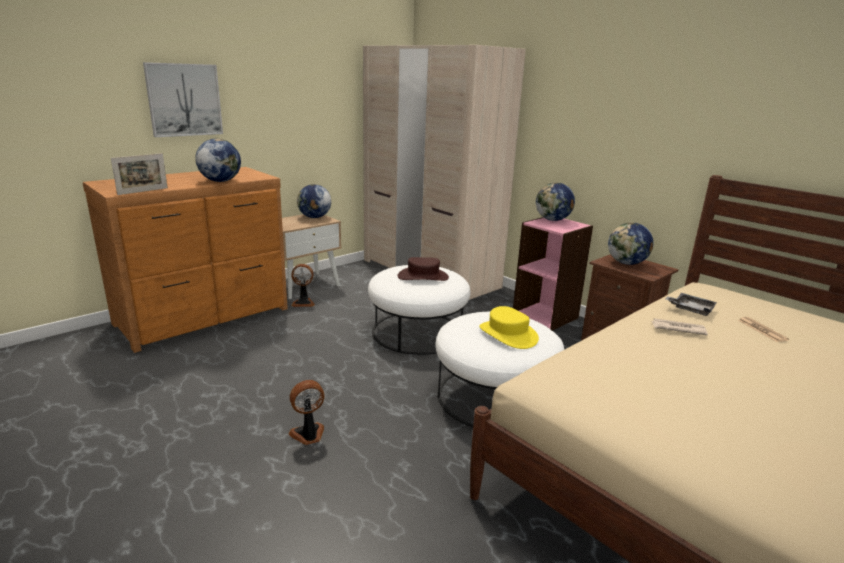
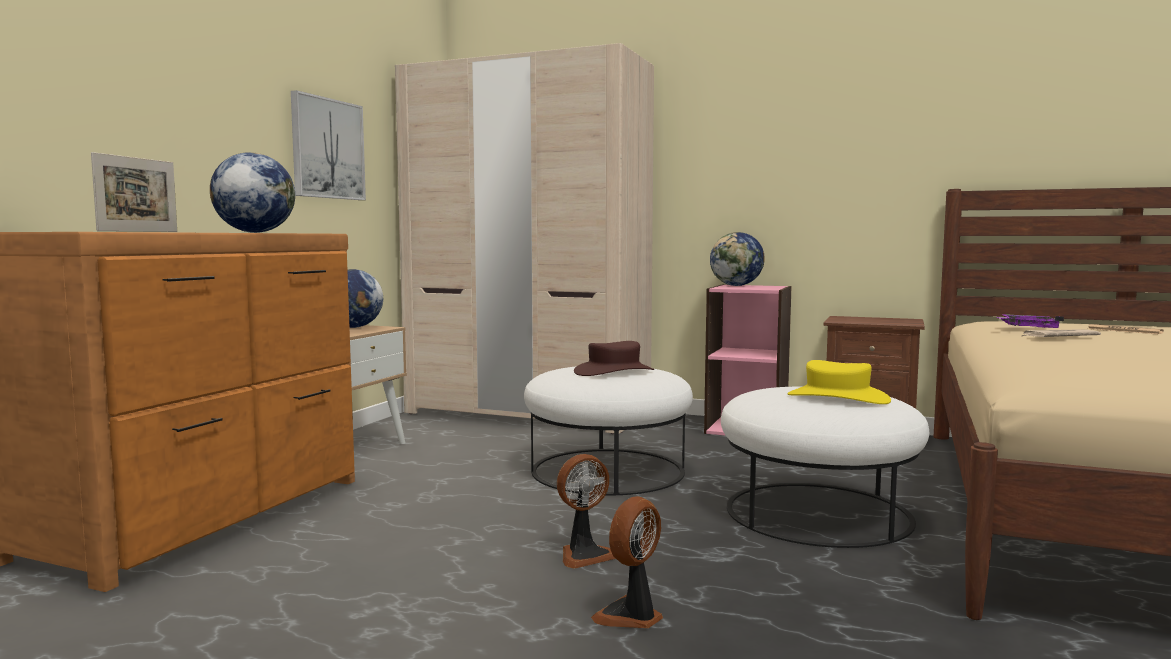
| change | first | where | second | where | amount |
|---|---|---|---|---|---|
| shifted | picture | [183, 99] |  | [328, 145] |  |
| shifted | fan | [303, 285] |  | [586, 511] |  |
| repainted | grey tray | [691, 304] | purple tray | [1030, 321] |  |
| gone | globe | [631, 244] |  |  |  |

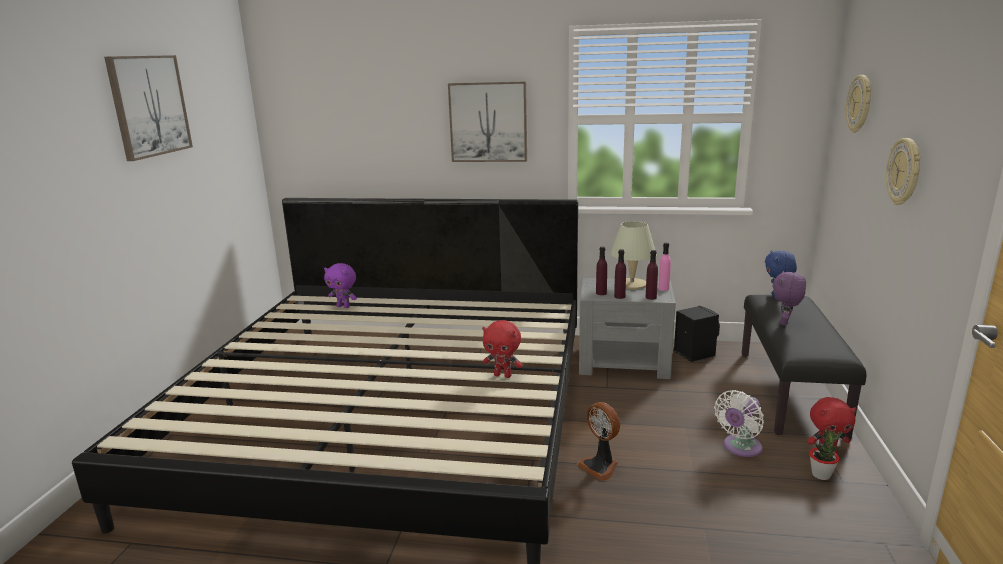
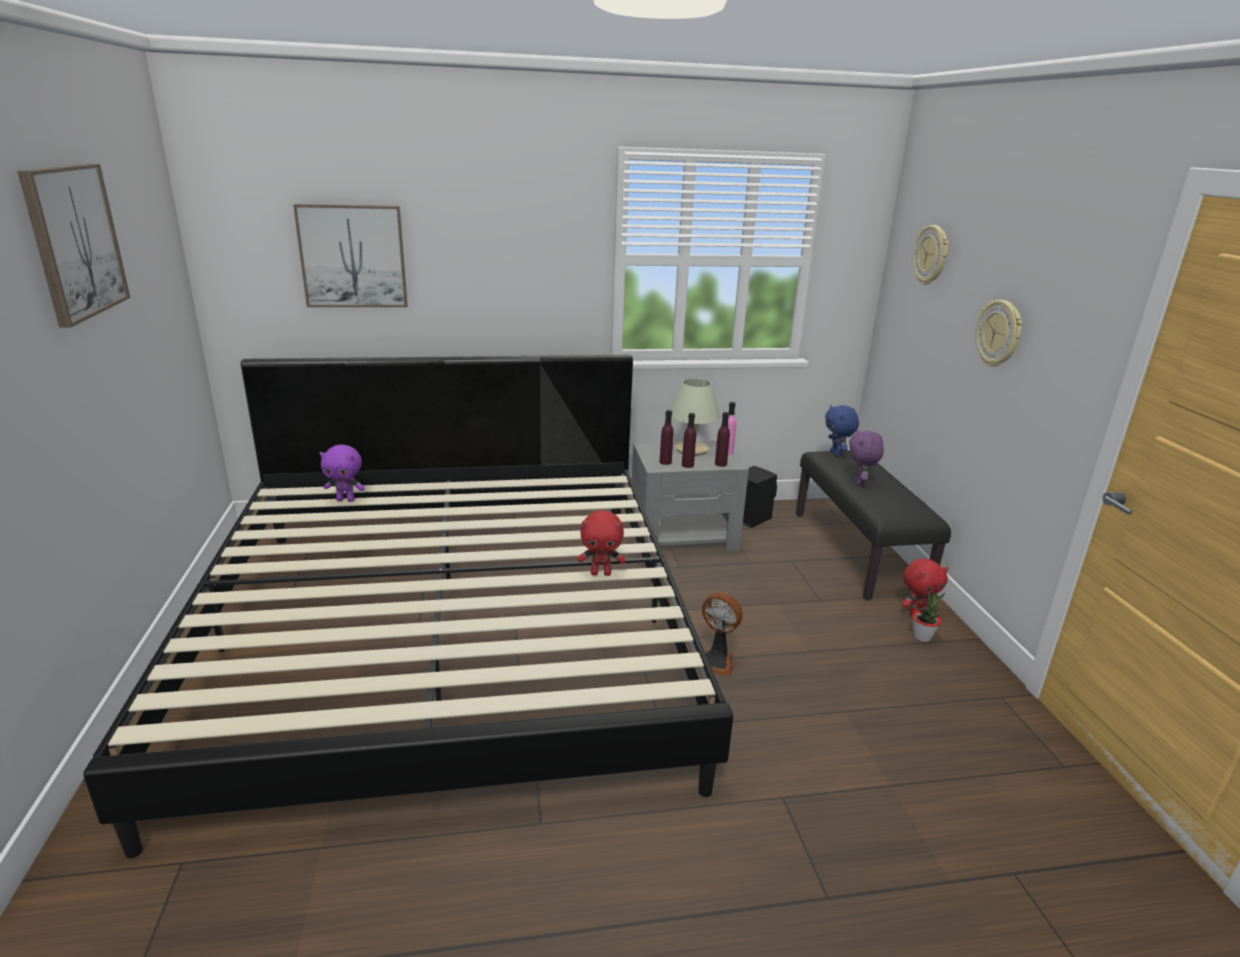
| change | first | where | second | where | amount |
|---|---|---|---|---|---|
| shifted | picture | [487, 121] |  | [350, 255] |  |
| gone | white fan | [739, 423] |  |  |  |

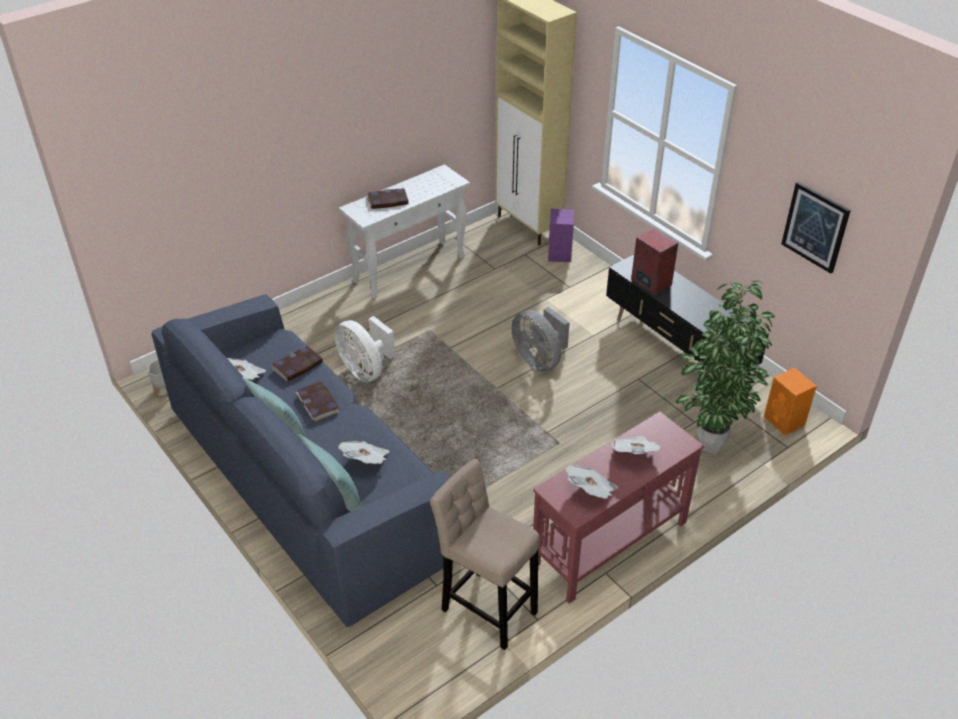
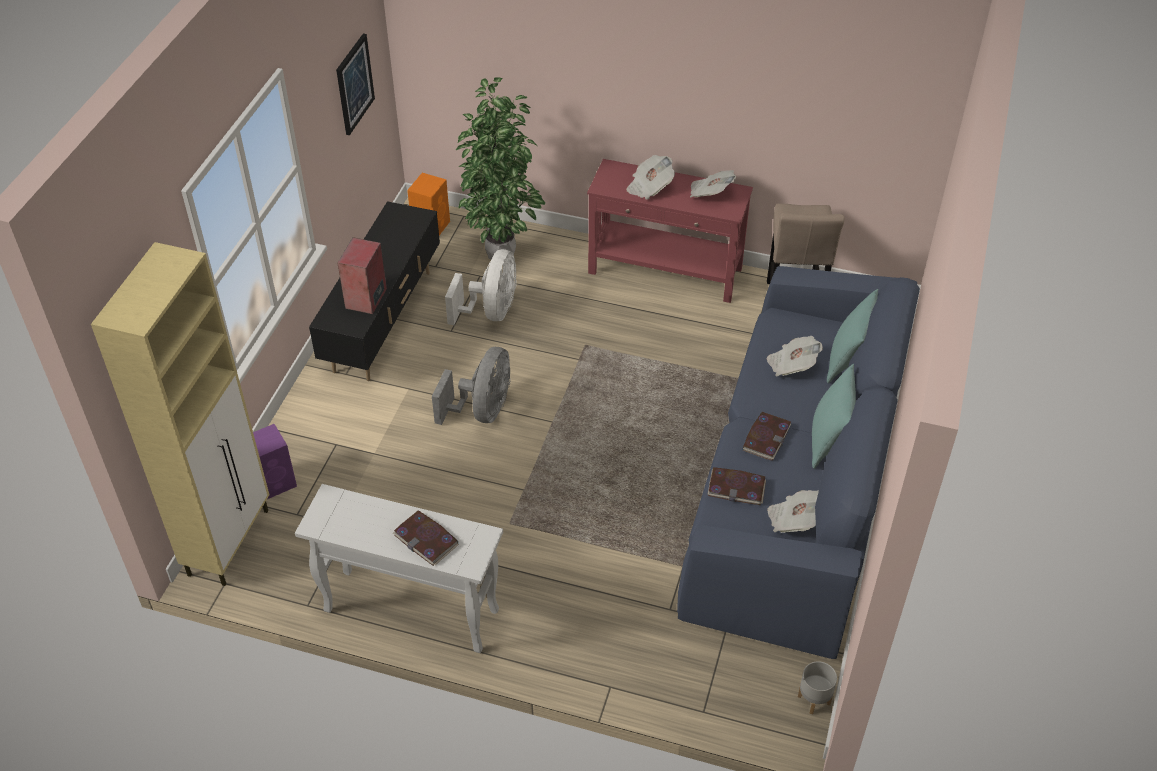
| change | first | where | second | where | amount |
|---|---|---|---|---|---|
| shifted | white fan | [364, 349] |  | [481, 287] |  |

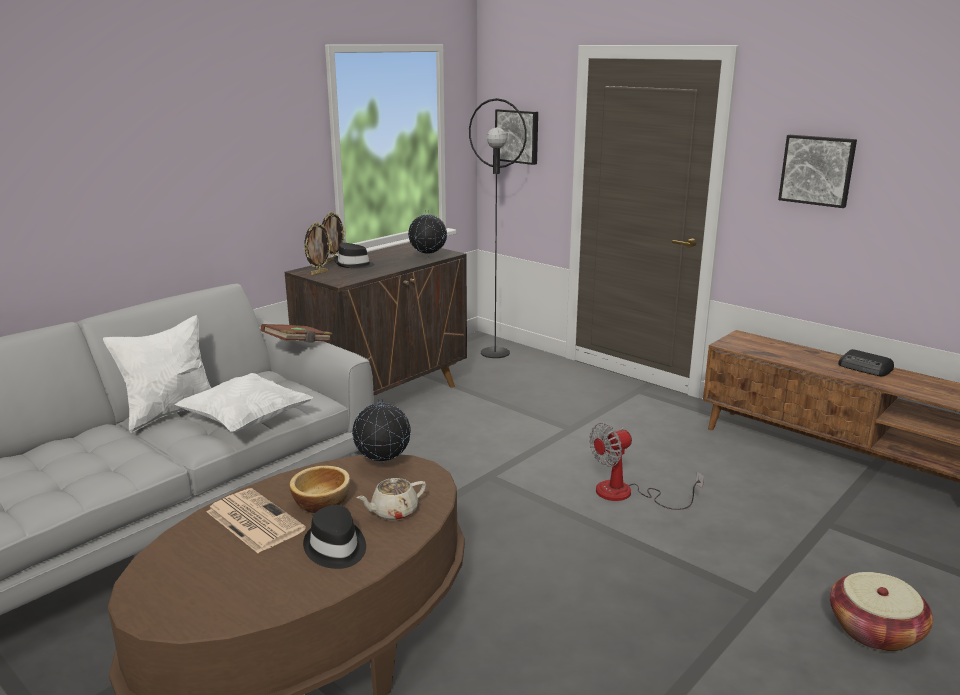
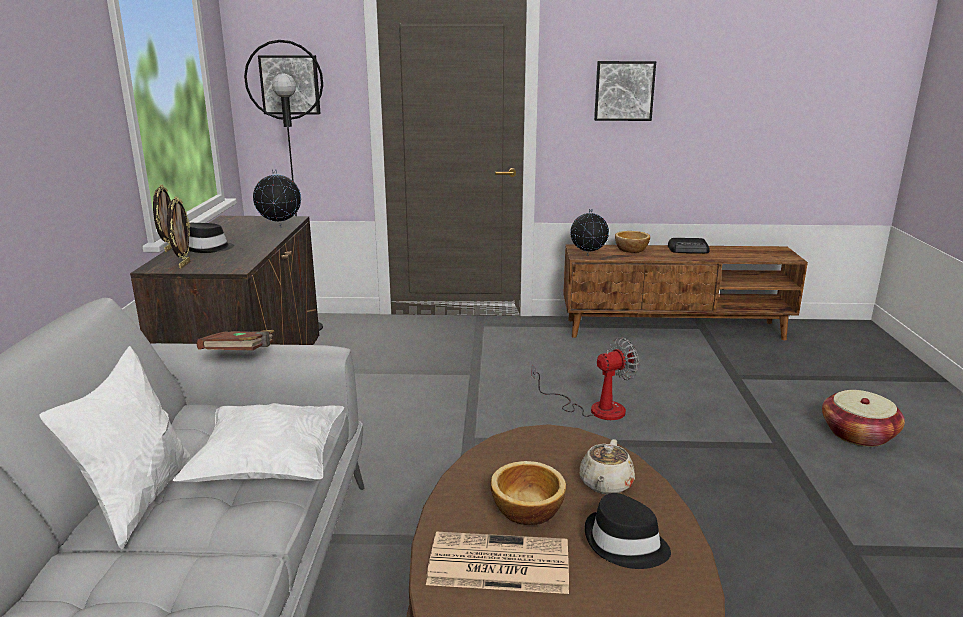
| change | first | where | second | where | amount |
|---|---|---|---|---|---|
| rotated | fan | [646, 466] |  | [585, 378] | 135 degrees counterclockwise |
| shifted | globe | [381, 432] |  | [589, 232] |  |
| new |  |  | bowl | [632, 242] |  |

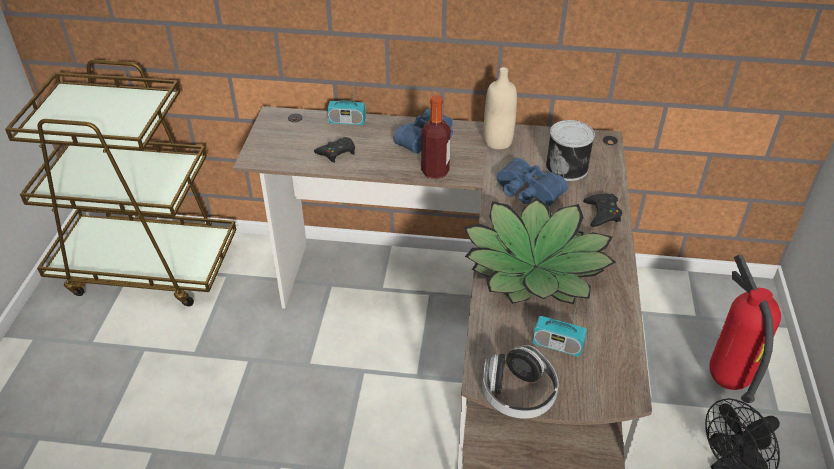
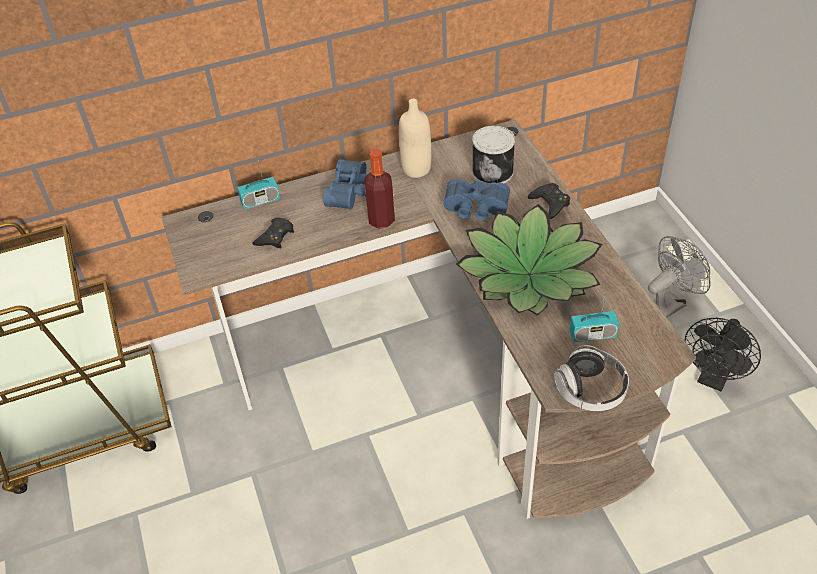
| change | first | where | second | where | amount |
|---|---|---|---|---|---|
| swapped | fire extinguisher | [745, 328] | grey fan | [679, 277] |  |

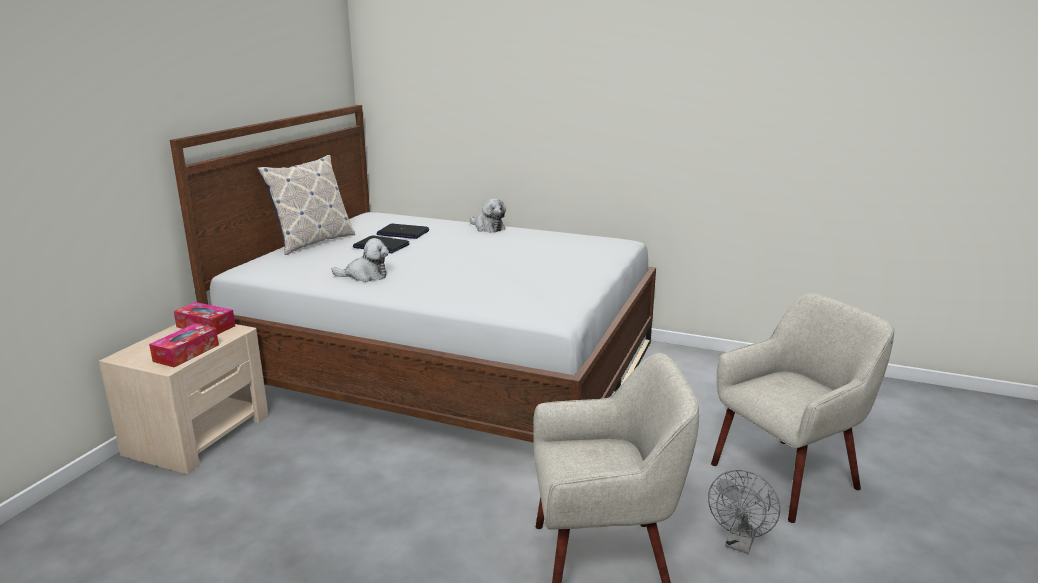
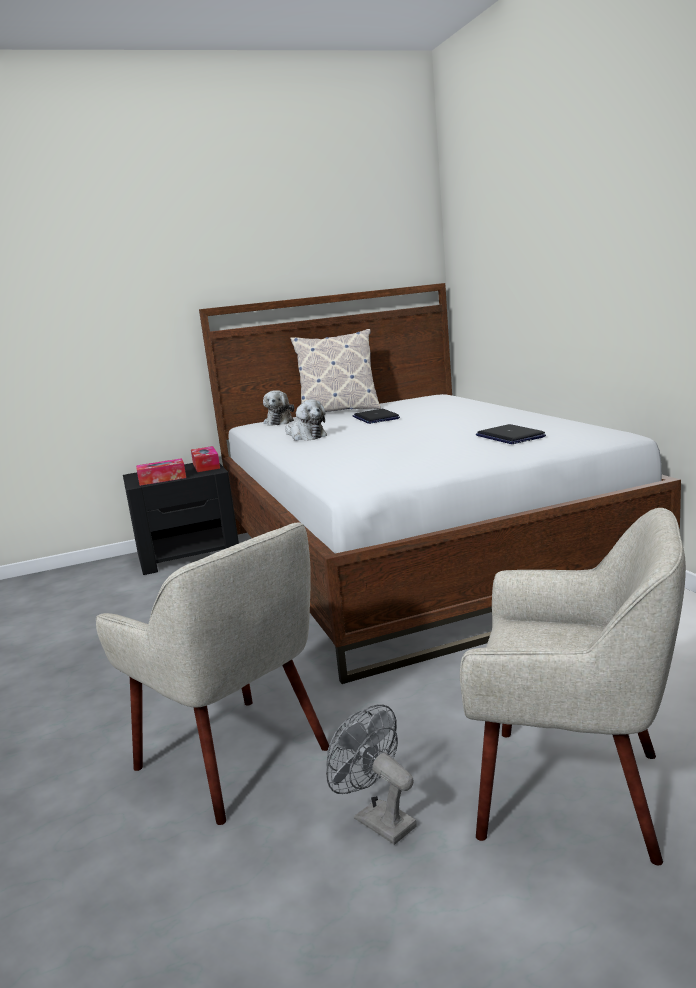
| change | first | where | second | where | amount |
|---|---|---|---|---|---|
| repainted | beige nightstand | [184, 399] | black nightstand | [181, 519] |  |
| shifted | plush toy | [487, 216] |  | [278, 408] |  |
| rotated | grey fan | [744, 512] |  | [371, 774] | 60 degrees clockwise |
| shifted | laptop | [403, 231] |  | [511, 434] |  |

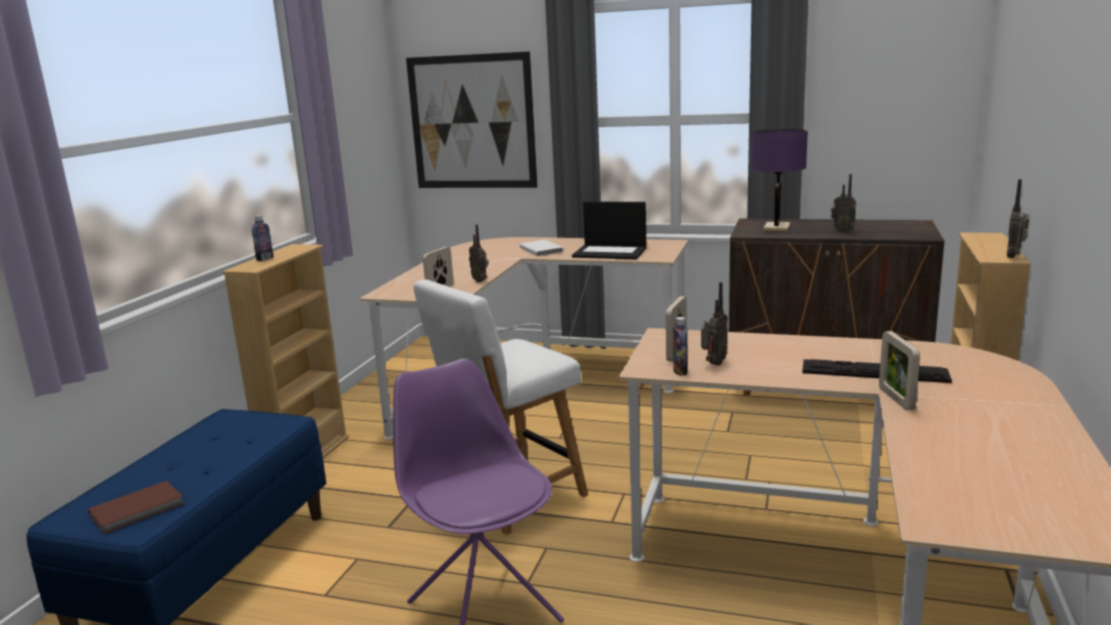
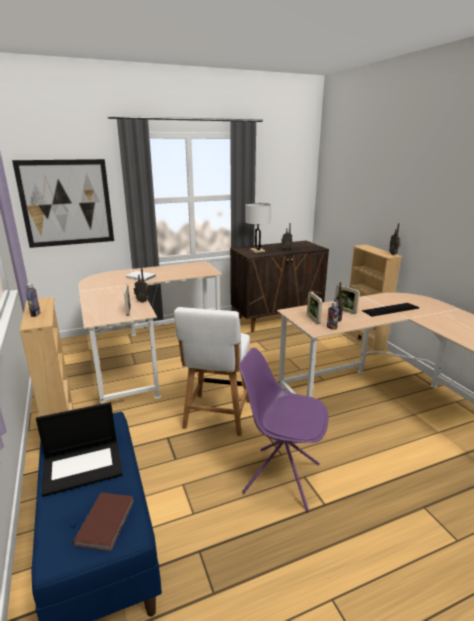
| change | first | where | second | where | amount |
|---|---|---|---|---|---|
| shifted | laptop | [609, 230] |  | [79, 449] |  |
| repainted | purple table lamp | [780, 180] | white table lamp | [258, 228] |  |
| shifted | picture frame | [899, 371] |  | [347, 299] |  |

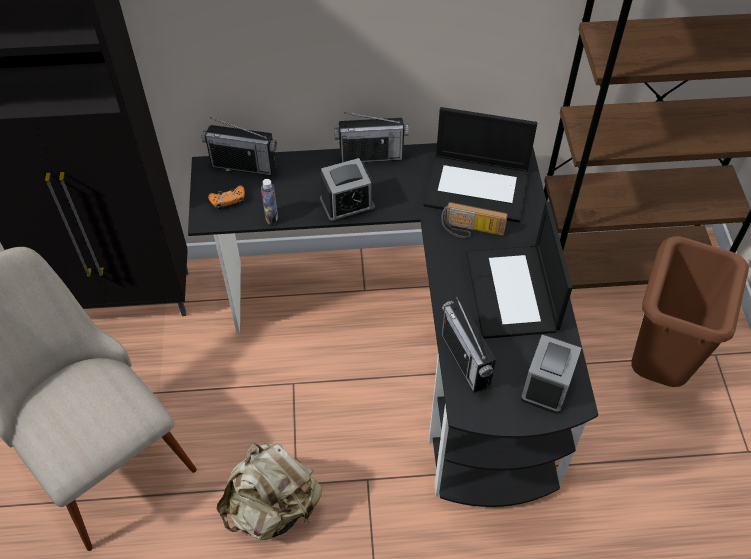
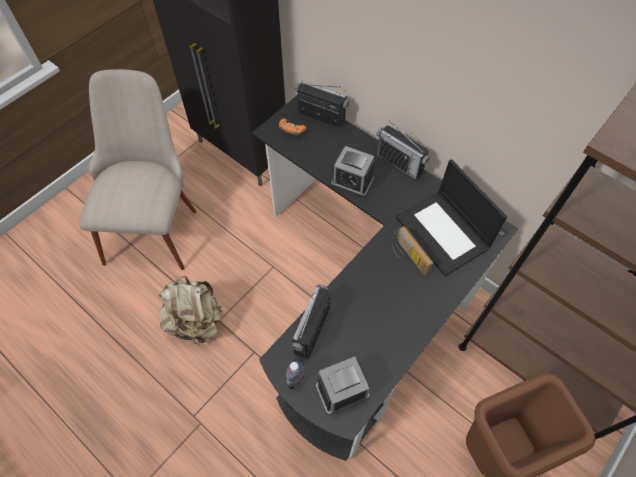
| change | first | where | second | where | amount |
|---|---|---|---|---|---|
| shifted | bottle | [269, 202] |  | [295, 375] |  |
| rotated | radio | [239, 146] |  | [322, 104] | 150 degrees clockwise |
| gone | laptop | [519, 270] |  |  |  |

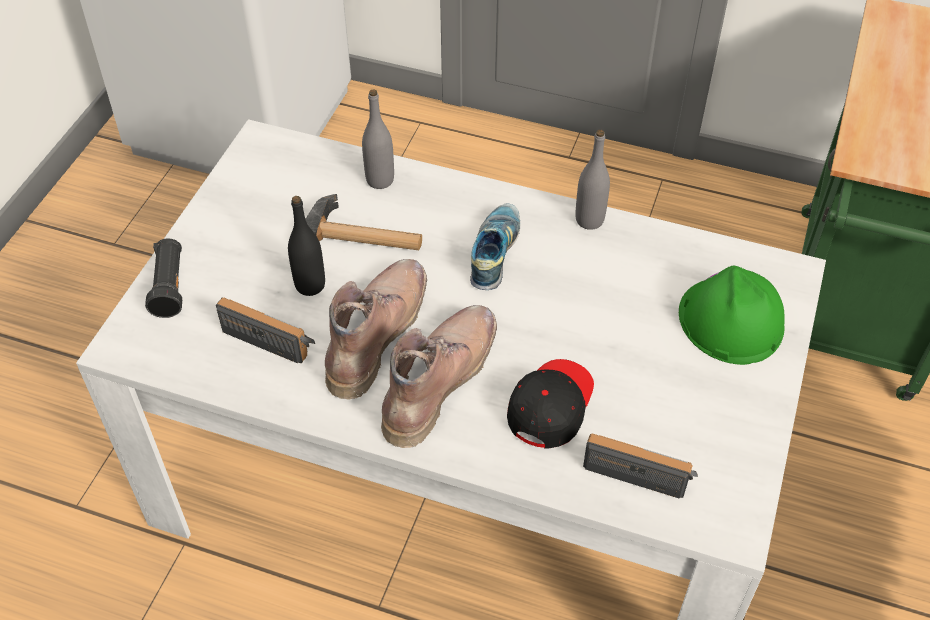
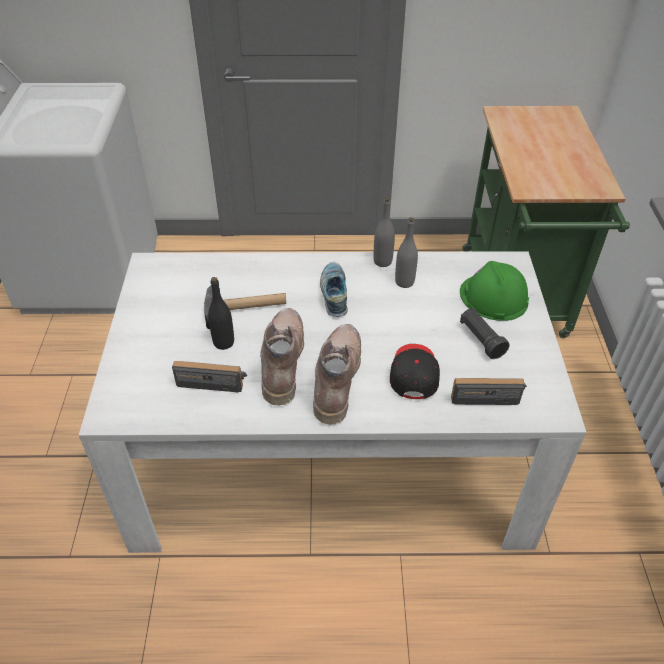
| change | first | where | second | where | amount |
|---|---|---|---|---|---|
| shifted | grey bottle | [378, 139] |  | [406, 252] |  |
| shifted | black flashlight | [163, 278] |  | [485, 333] |  |

